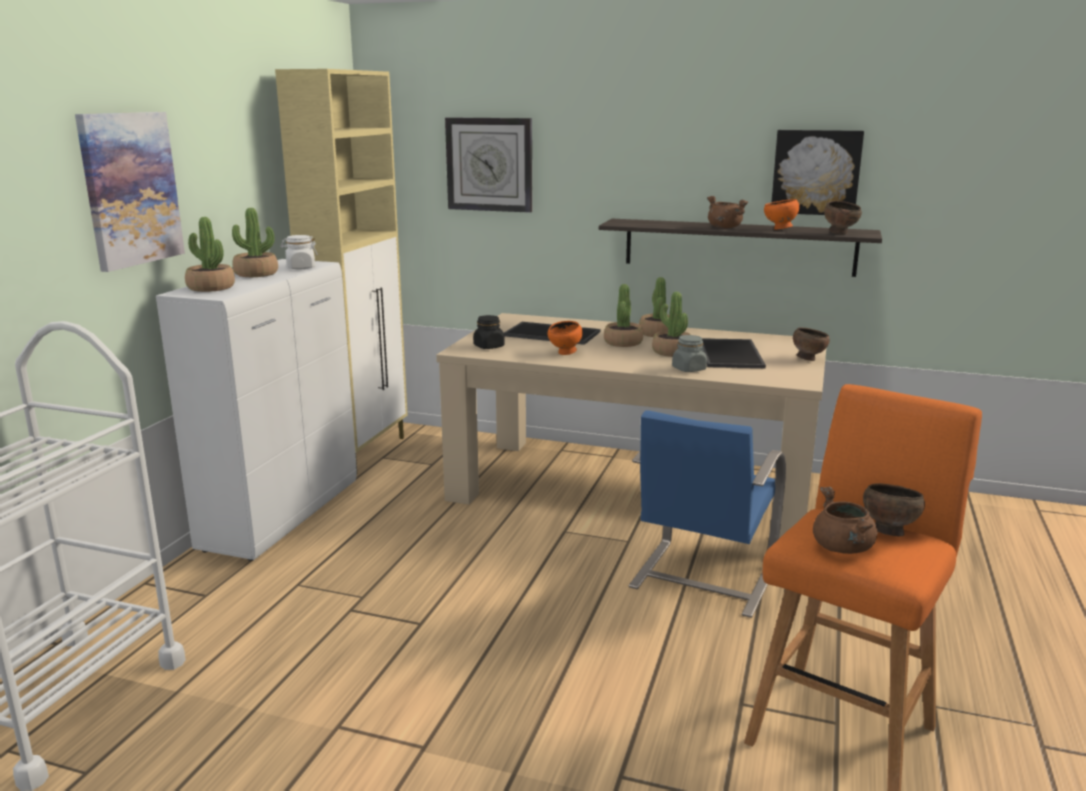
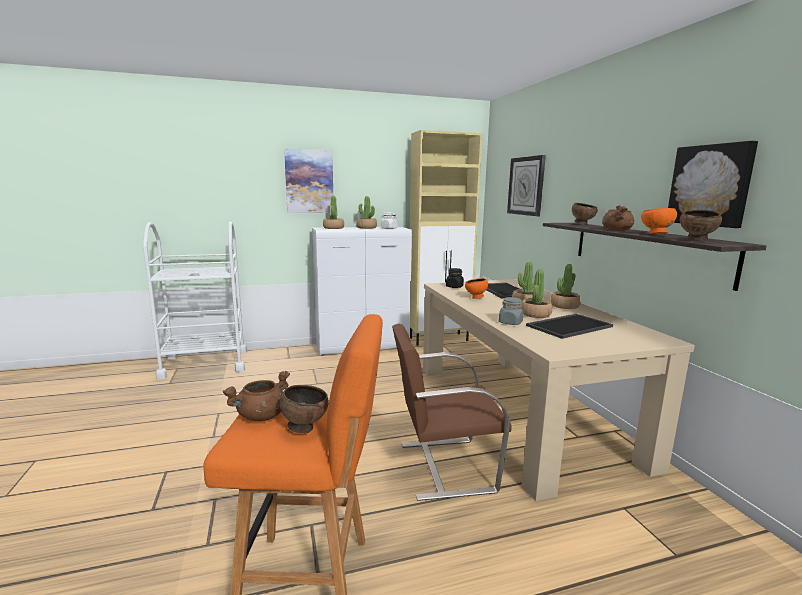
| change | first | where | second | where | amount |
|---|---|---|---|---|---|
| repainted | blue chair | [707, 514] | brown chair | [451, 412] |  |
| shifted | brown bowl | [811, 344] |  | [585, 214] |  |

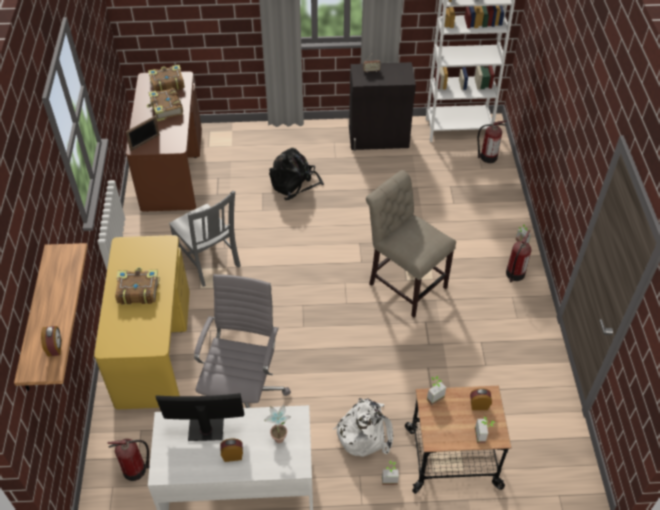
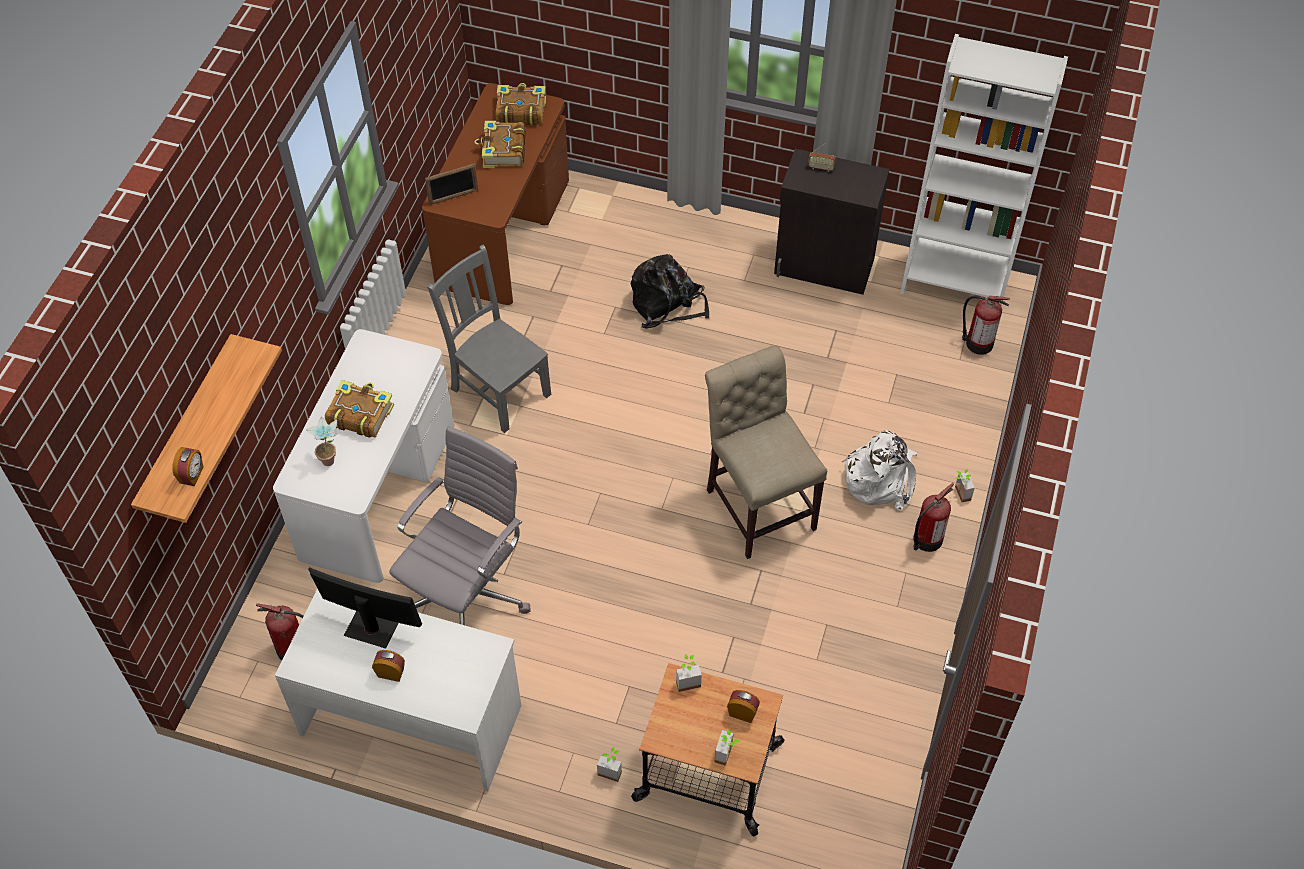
| change | first | where | second | where | amount |
|---|---|---|---|---|---|
| repainted | yellow desk | [142, 322] | white desk | [363, 456] |  |
| shifted | potted plant | [277, 424] |  | [321, 441] |  |
| rotated | grey chair | [205, 239] |  | [489, 338] | 150 degrees clockwise |
| shifted | white backpack | [363, 427] |  | [879, 471] |  |

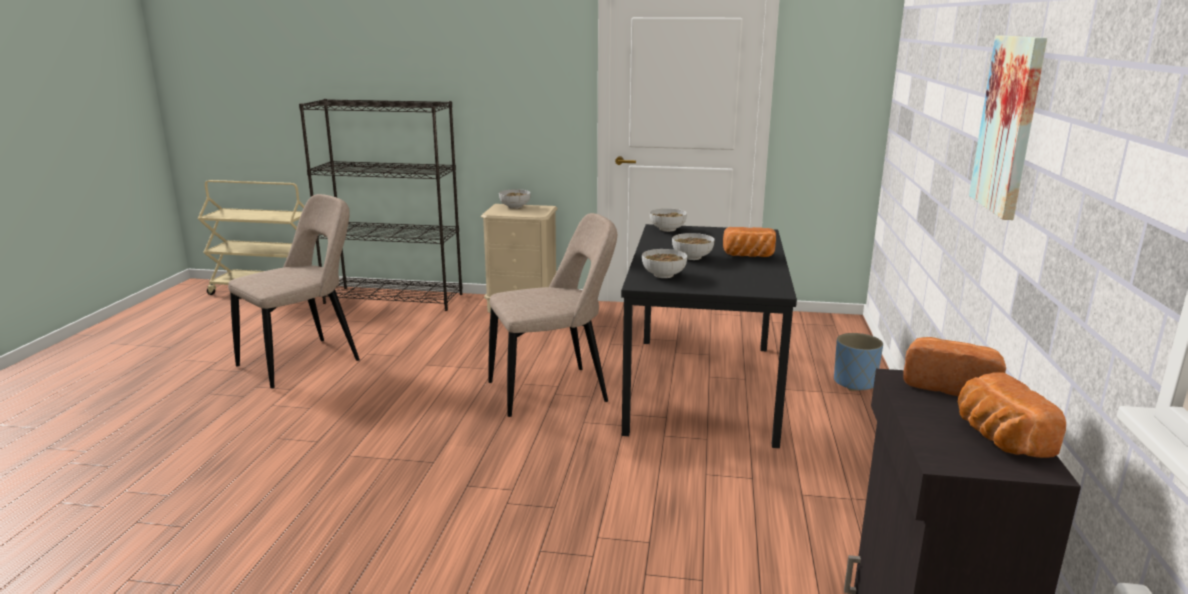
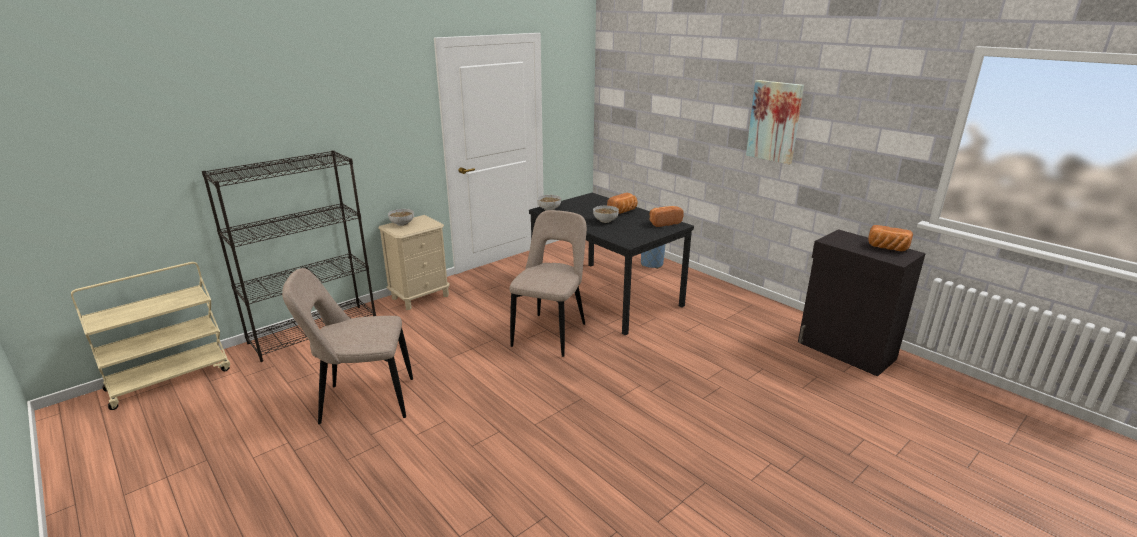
| change | first | where | second | where | amount |
|---|---|---|---|---|---|
| rotated | beige chair | [294, 291] |  | [347, 346] | 90 degrees counterclockwise |
| shifted | bread | [955, 366] |  | [666, 216] |  |
| gone | bowl | [664, 263] |  |  |  |

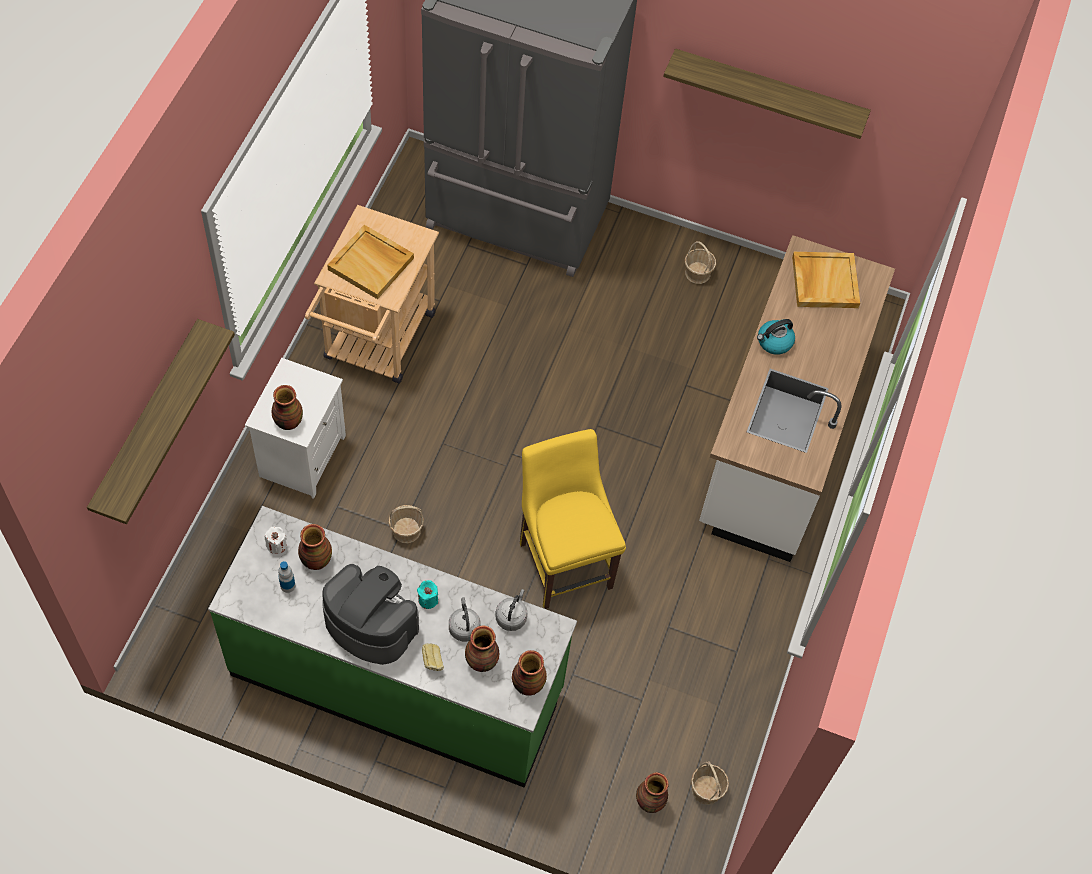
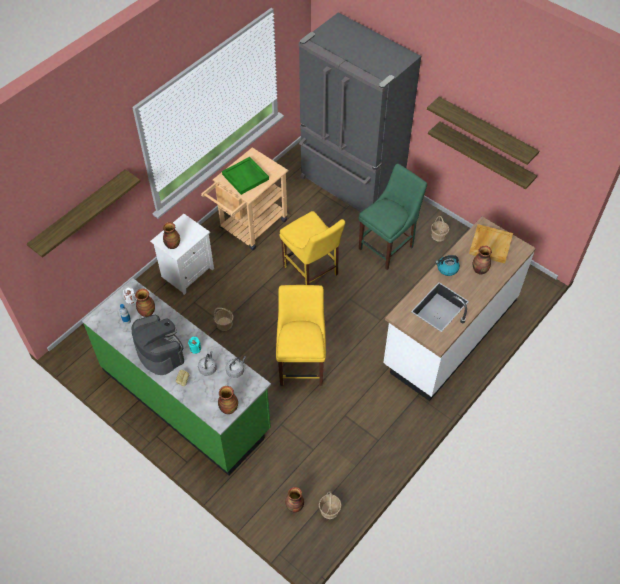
| change | first | where | second | where | amount |
|---|---|---|---|---|---|
| repainted | beige tray | [370, 262] | green tray | [245, 176] |  |
| new |  |  | yellow chair | [312, 248] |  |
| new |  |  | green chair | [393, 217] |  |
| new |  |  | shelf | [482, 155] |  |
| shifted | vase | [482, 648] |  | [482, 260] |  |

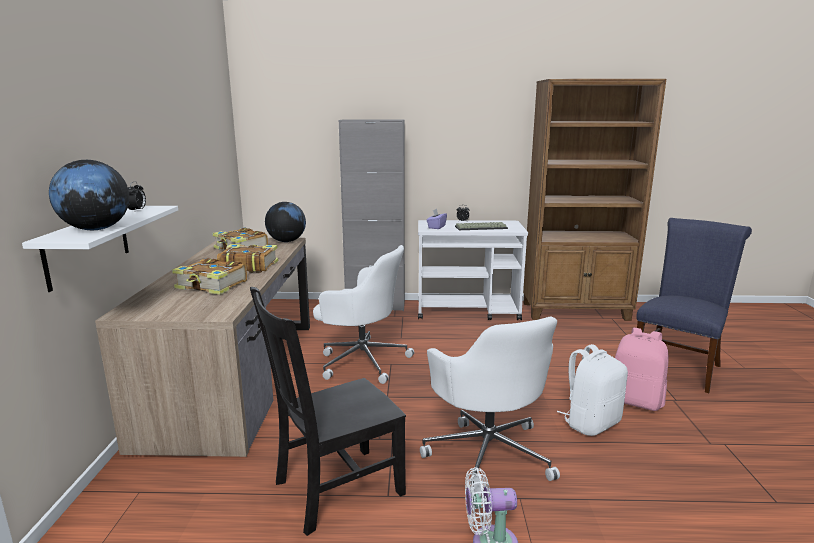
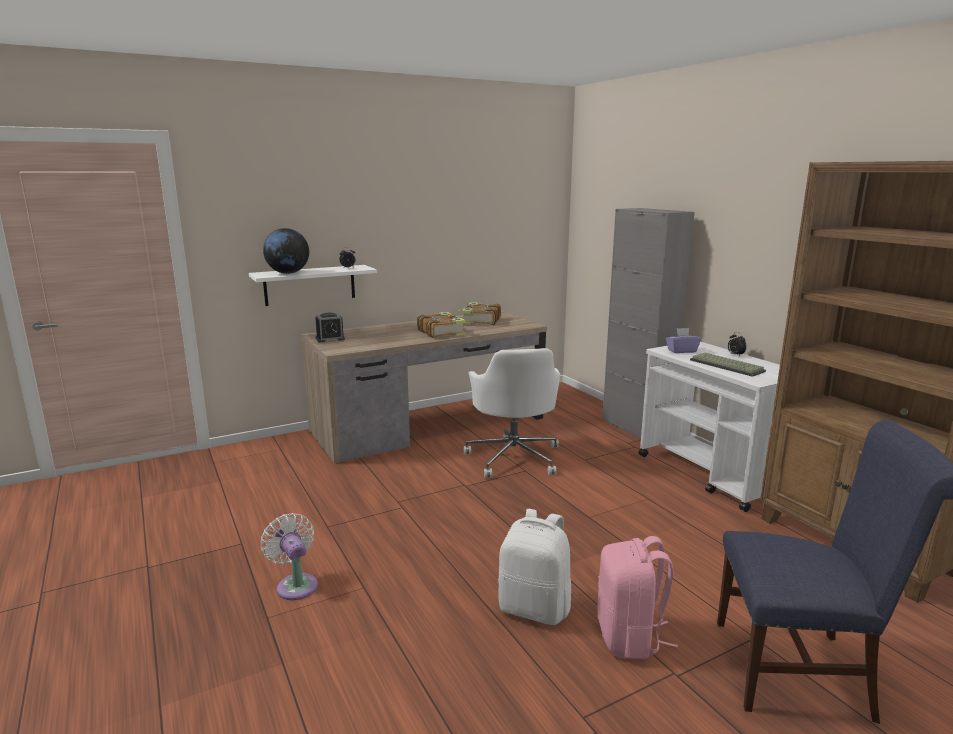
| change | first | where | second | where | amount |
|---|---|---|---|---|---|
| new |  |  | alarm clock | [330, 327] |  |
| gone | book | [209, 276] |  |  |  |
| gone | black chair | [328, 411] |  |  |  |
| gone | globe | [285, 222] |  |  |  |
| gone | white office chair | [490, 406] |  |  |  |

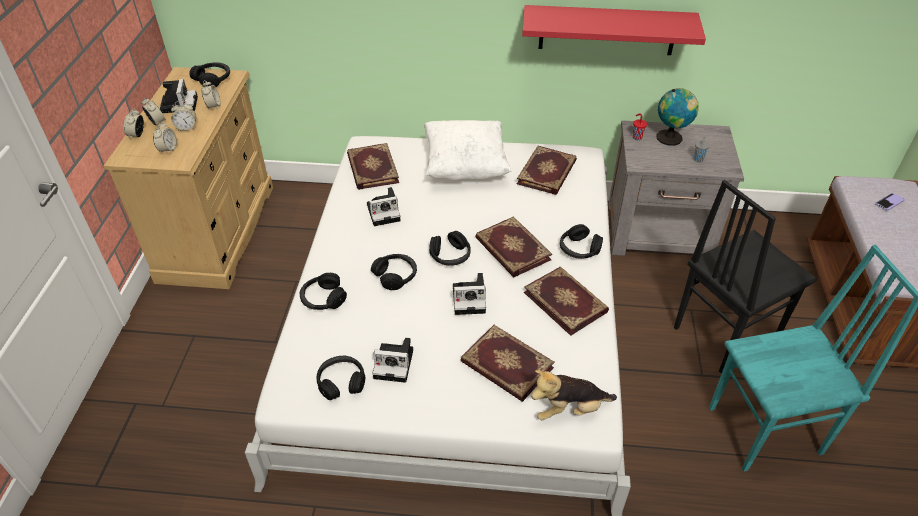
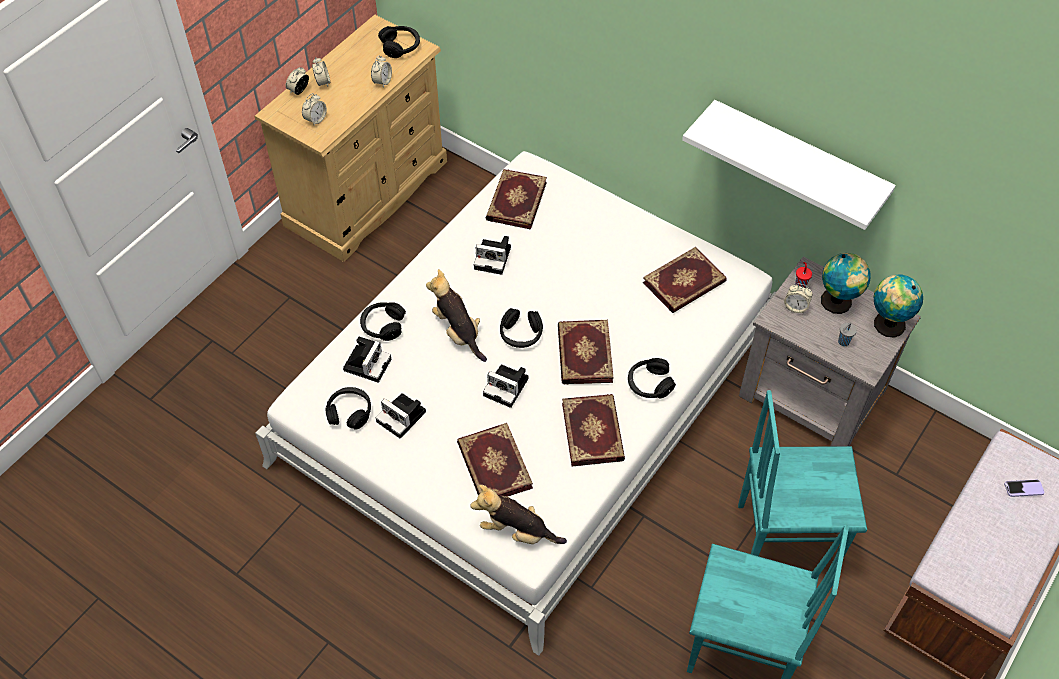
| change | first | where | second | where | amount |
|---|---|---|---|---|---|
| shifted | photo camera | [179, 96] |  | [367, 359] |  |
| swapped | black headphones | [394, 272] | plush toy | [456, 315] |  |
| repainted | red shelf | [614, 30] | white shelf | [789, 165] |  |
| repainted | black chair | [745, 277] | turquoise chair | [802, 473] |  |
| shifted | alarm clock | [183, 116] |  | [798, 298] |  |
| new |  |  | globe | [898, 306] |  |
| gone | white pillow | [468, 150] |  |  |  |

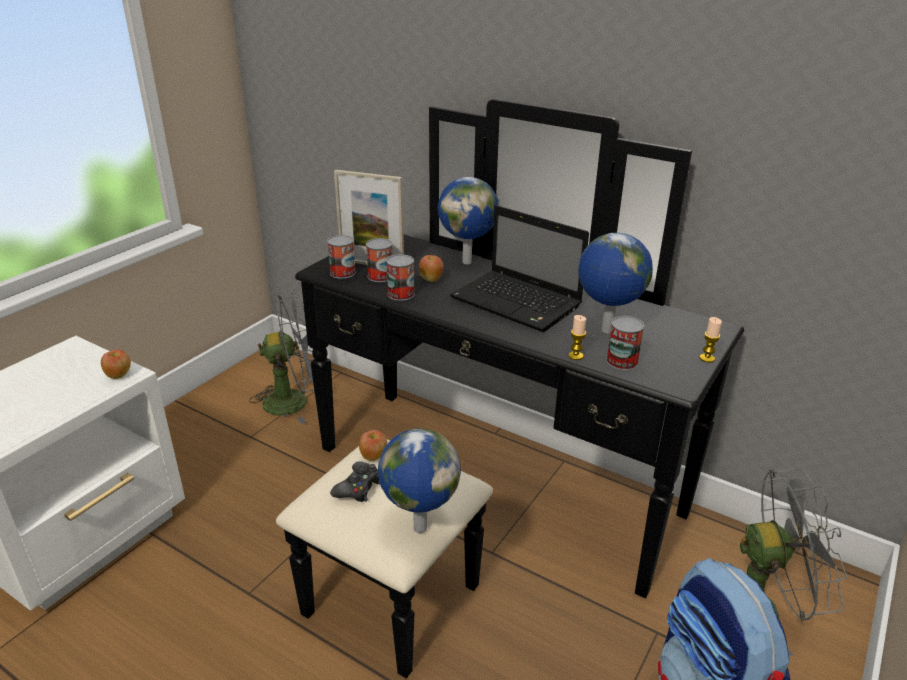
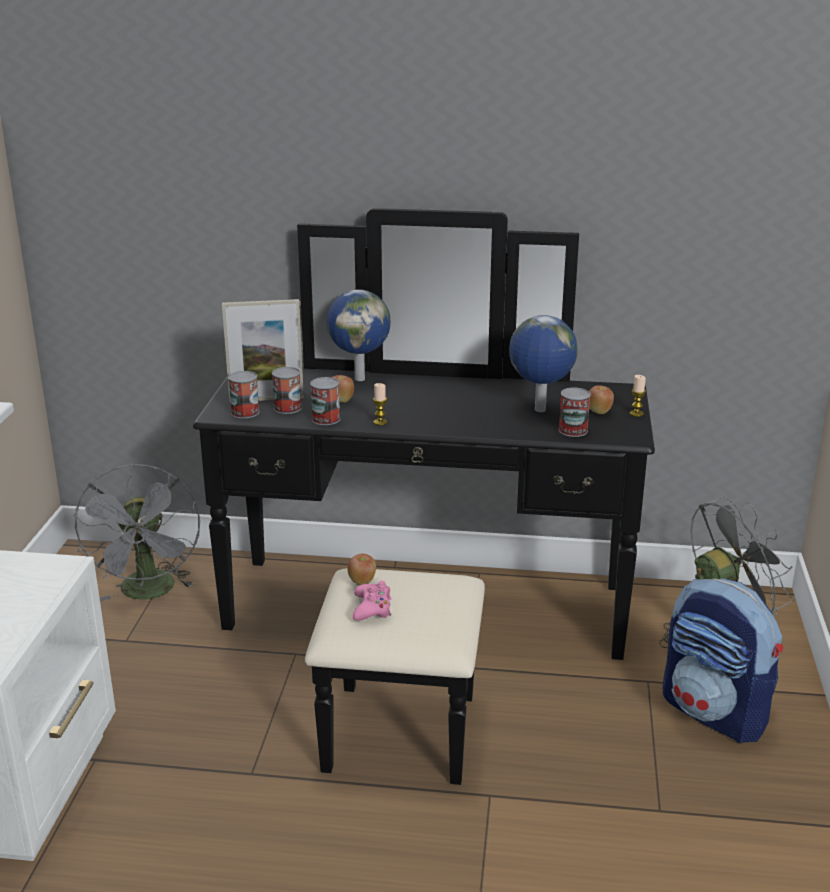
| change | first | where | second | where | amount |
|---|---|---|---|---|---|
| rotated | grey fan | [281, 358] |  | [137, 532] | 120 degrees clockwise |
| repainted | black game controller | [355, 481] | pink game controller | [372, 601] |  |
| shifted | candle | [577, 337] |  | [380, 404] |  |
| shifted | apple | [116, 364] |  | [601, 399] |  |
| gone | globe | [419, 480] |  |  |  |
| gone | laptop | [519, 268] |  |  |  |

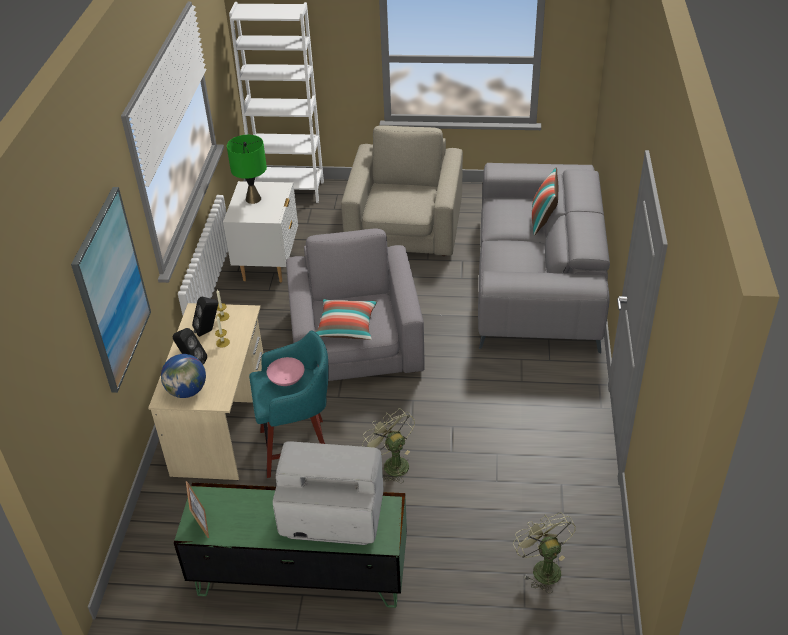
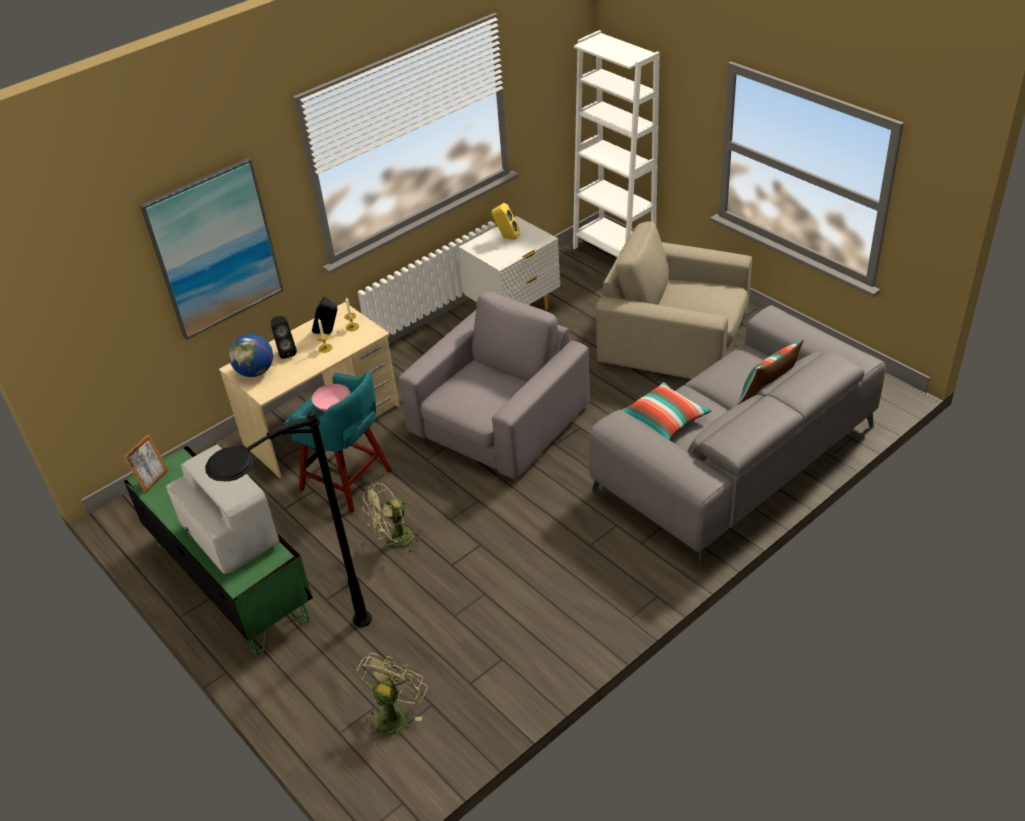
| change | first | where | second | where | amount |
|---|---|---|---|---|---|
| new |  |  | black floor lamp | [288, 519] |  |
| rotated | green fan | [388, 445] |  | [393, 518] | 135 degrees counterclockwise |
| swapped | green table lamp | [247, 169] | yellow speaker | [506, 221] |  |
| rotated | beige armchair | [402, 190] |  | [674, 300] | 120 degrees counterclockwise |
| shifted | pillow | [346, 319] |  | [666, 411] |  |

